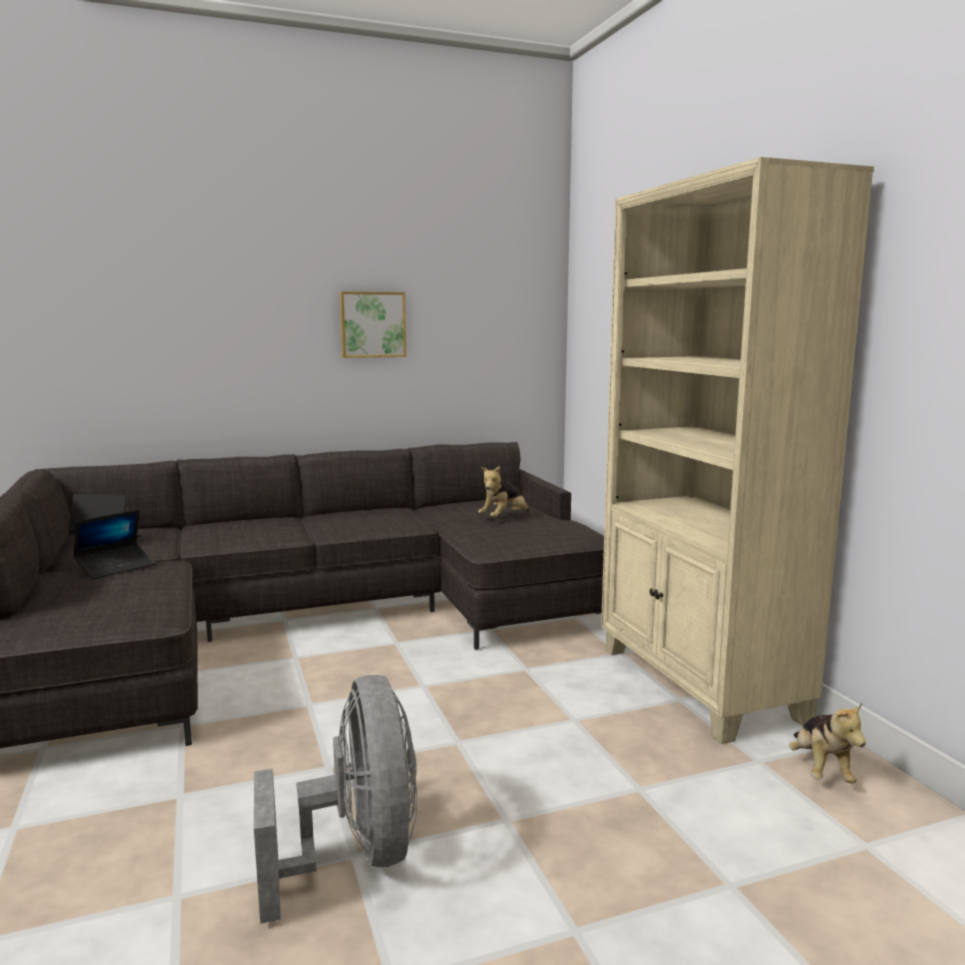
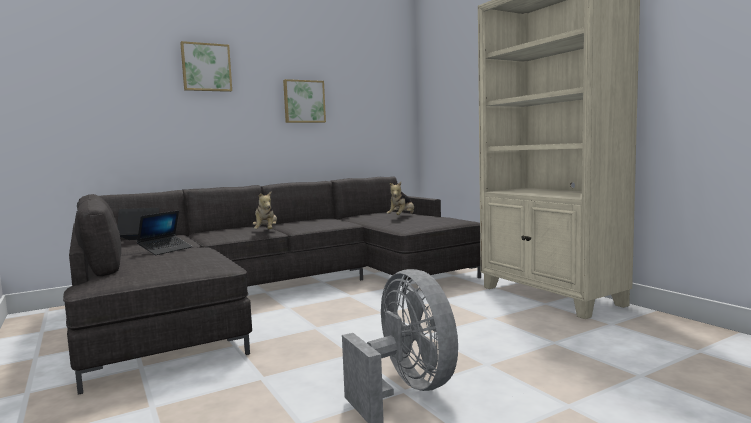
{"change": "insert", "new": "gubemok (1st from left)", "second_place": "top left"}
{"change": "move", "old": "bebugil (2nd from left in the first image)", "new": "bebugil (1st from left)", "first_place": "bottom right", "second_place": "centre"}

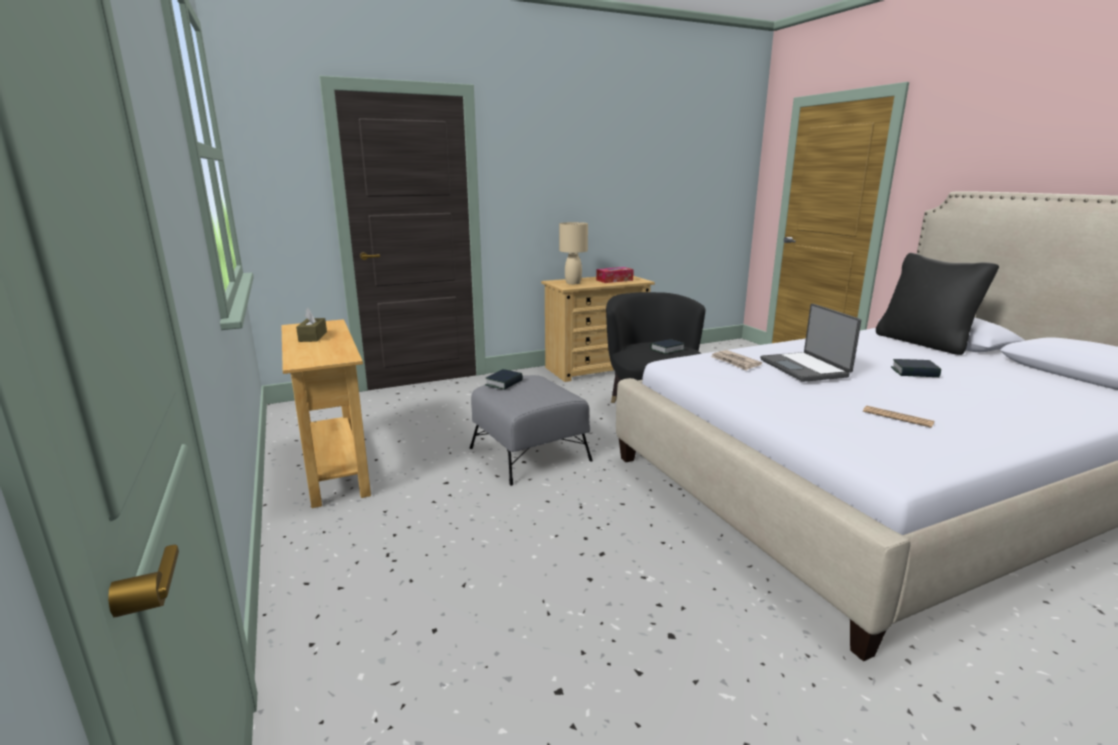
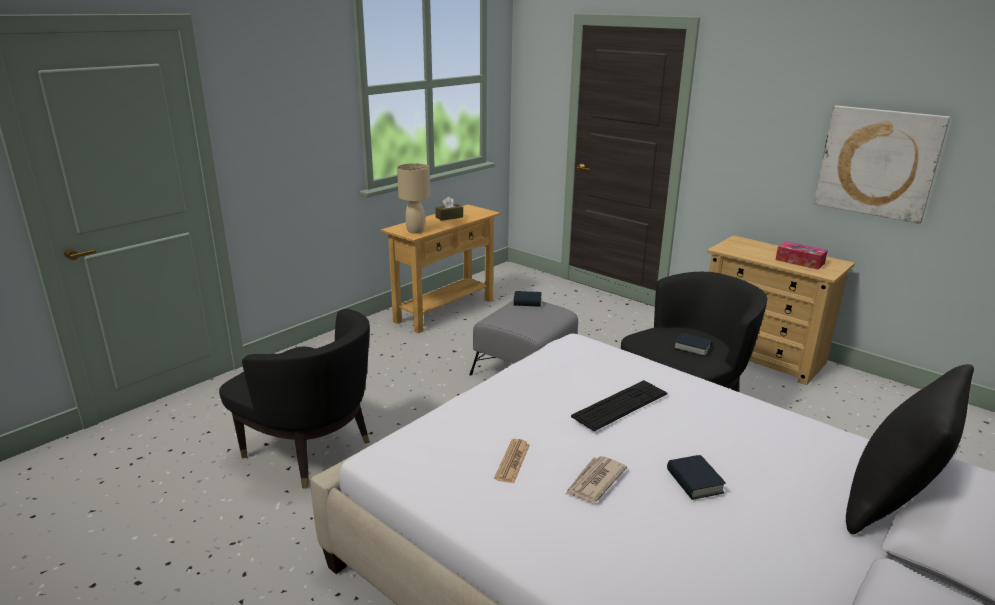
{"change": "insert", "new": "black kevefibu (1st from left)", "second_place": "middle left"}
{"change": "move", "old": "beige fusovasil", "first_place": "centre", "second_place": "top centre"}
{"change": "move", "old": "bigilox (1st from left in the first image)", "new": "bigilox (2nd from left)", "first_place": "centre", "second_place": "bottom centre"}
{"change": "replace", "old": "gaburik", "new": "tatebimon", "first_place": "middle right", "second_place": "bottom centre"}
{"change": "insert", "new": "gubemok", "second_place": "top right"}

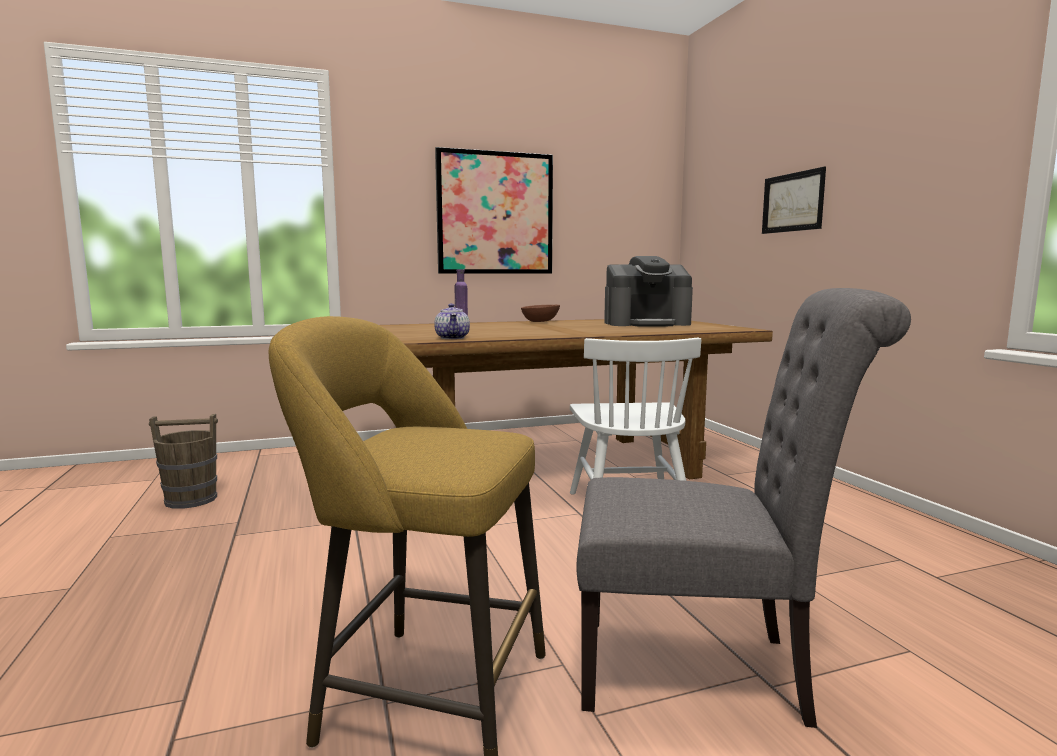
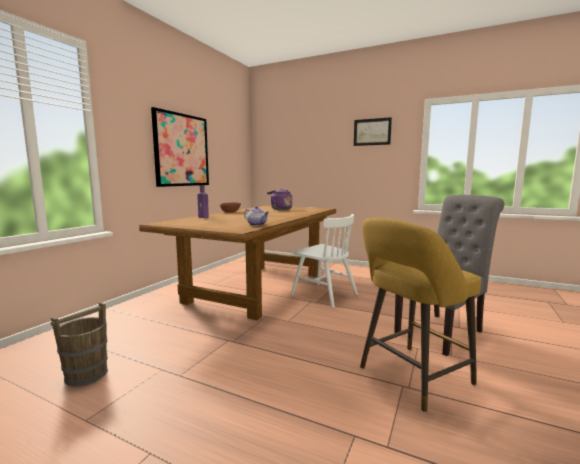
{"change": "replace", "old": "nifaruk", "new": "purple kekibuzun", "first_place": "centre", "second_place": "centre"}
{"change": "move", "old": "gubemok (2nd from left)", "first_place": "top right", "second_place": "top centre"}

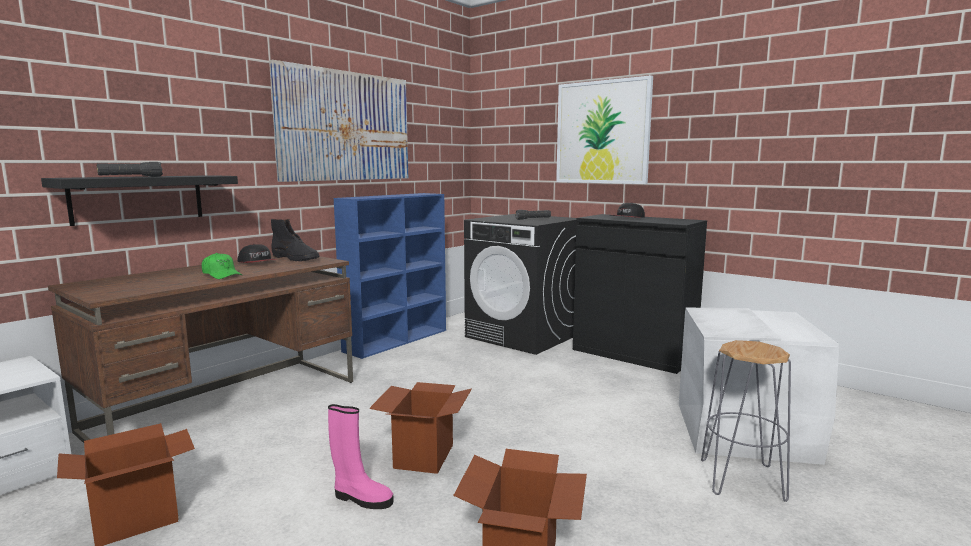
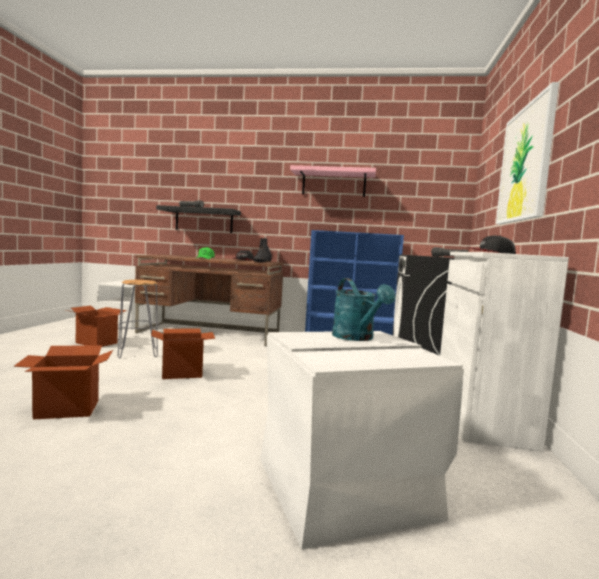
{"change": "move", "old": "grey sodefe", "first_place": "bottom right", "second_place": "middle left"}
{"change": "replace", "old": "gubemok (1st from left)", "new": "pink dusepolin", "first_place": "top centre", "second_place": "top centre"}
{"change": "insert", "new": "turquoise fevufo", "second_place": "centre"}
{"change": "recolor", "old": "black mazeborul", "new": "white mazeborul", "first_place": "centre", "second_place": "middle right"}
{"change": "delete", "old": "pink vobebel", "first_place": "bottom centre"}

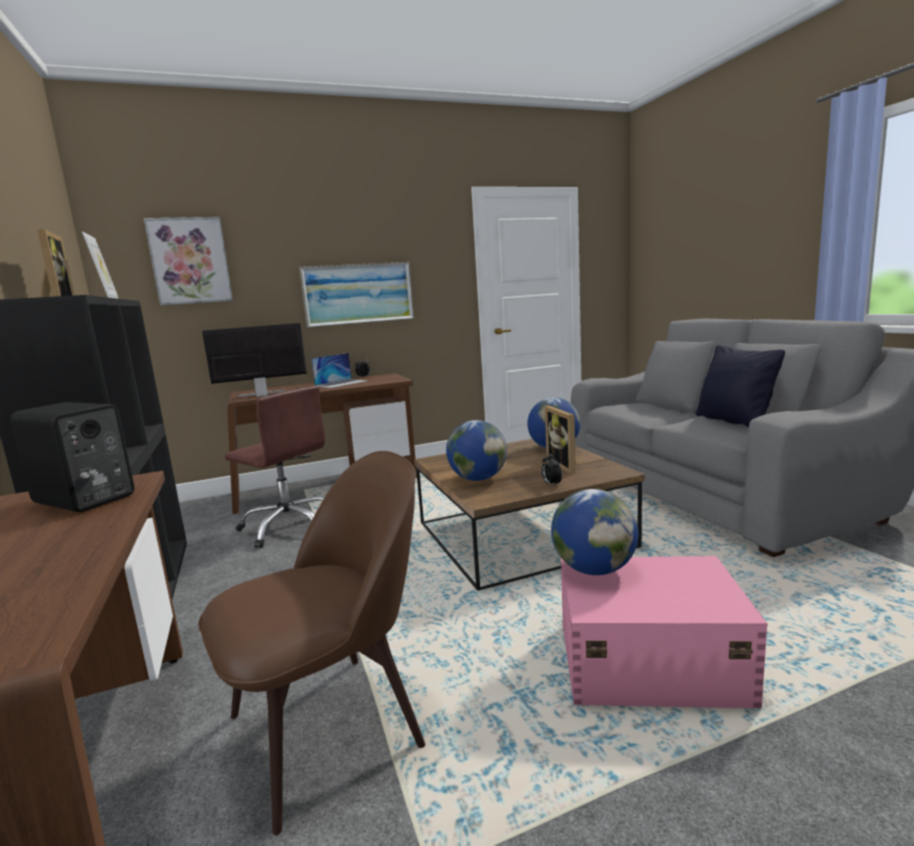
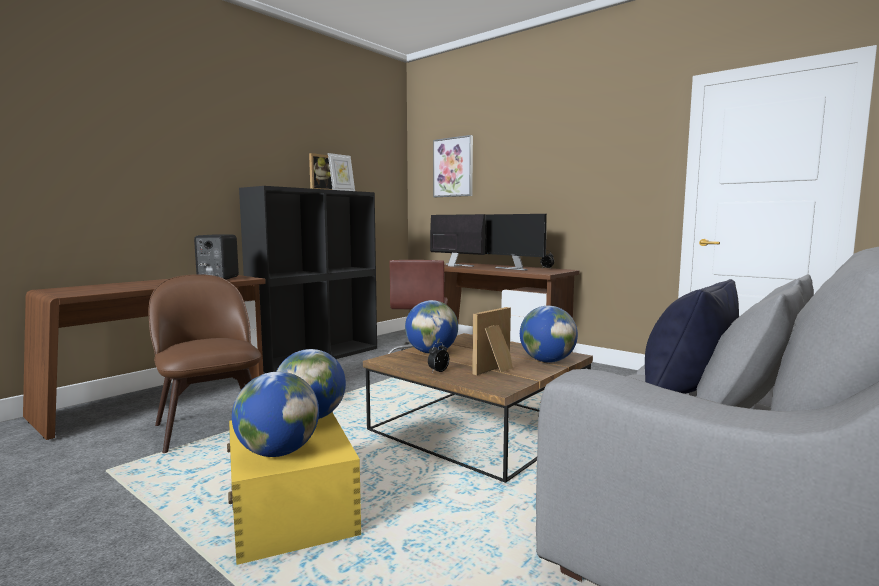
{"change": "rotate", "old": "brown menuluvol", "first_place": "bottom centre", "second_place": "middle left", "degrees": -150}
{"change": "recolor", "old": "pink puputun", "new": "yellow puputun", "first_place": "bottom right", "second_place": "bottom centre"}
{"change": "insert", "new": "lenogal (1st from left)", "second_place": "bottom left"}
{"change": "replace", "old": "gaburik", "new": "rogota (2nd from left)", "first_place": "centre", "second_place": "centre"}
{"change": "delete", "old": "gubemok (2nd from left)", "first_place": "centre"}

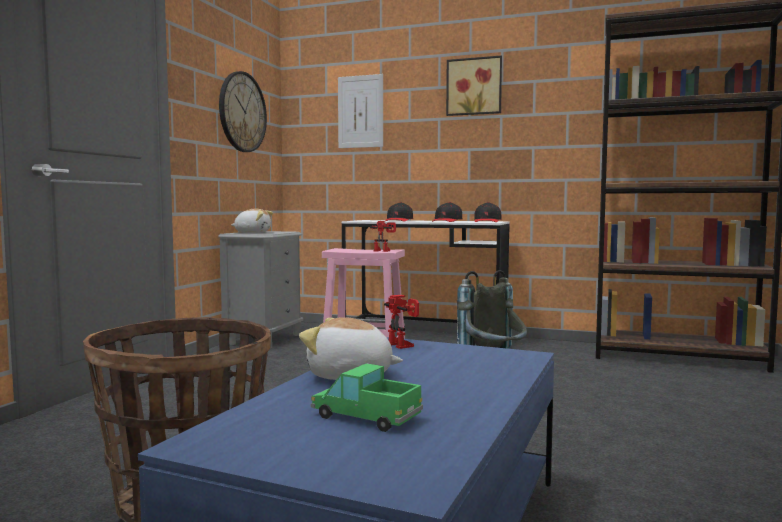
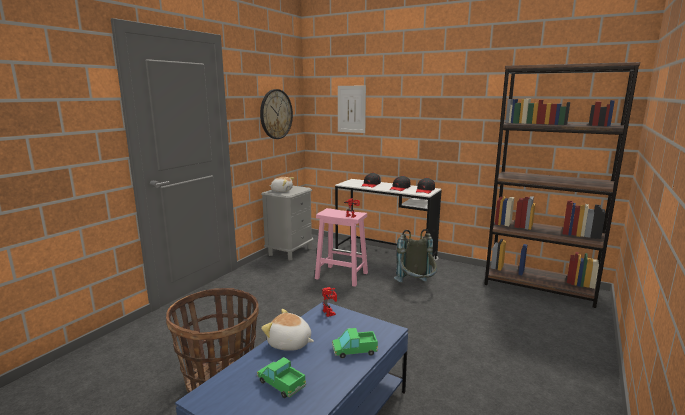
{"change": "insert", "new": "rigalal (2nd from left)", "second_place": "bottom centre"}
{"change": "delete", "old": "gubemok (2nd from left)", "first_place": "top centre"}

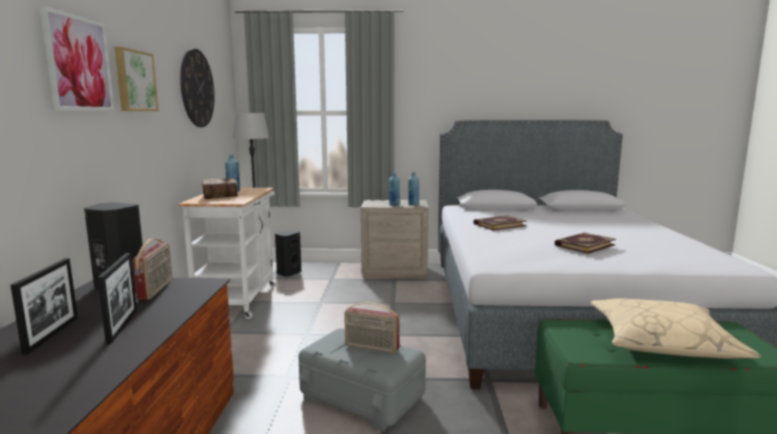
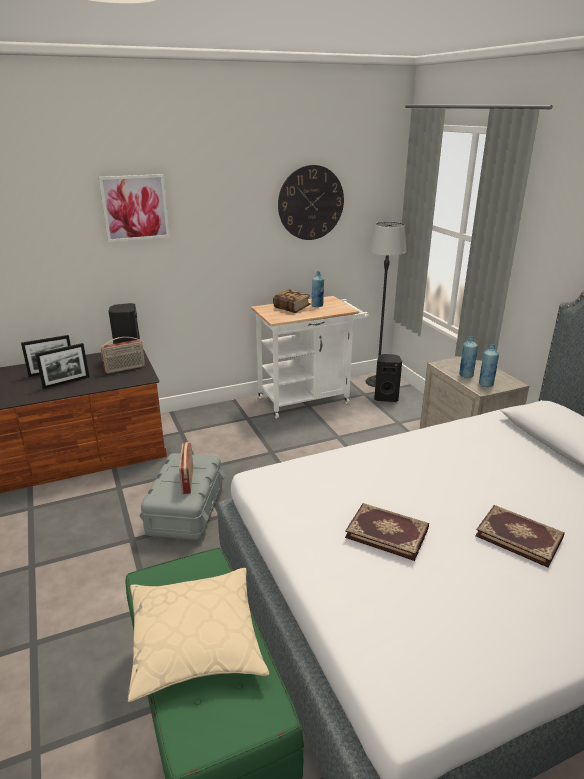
{"change": "move", "old": "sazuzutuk (2nd from left in the first image)", "new": "sazuzutuk (3rd from left)", "first_place": "centre", "second_place": "bottom right"}
{"change": "delete", "old": "gubemok (2nd from left)", "first_place": "top left"}

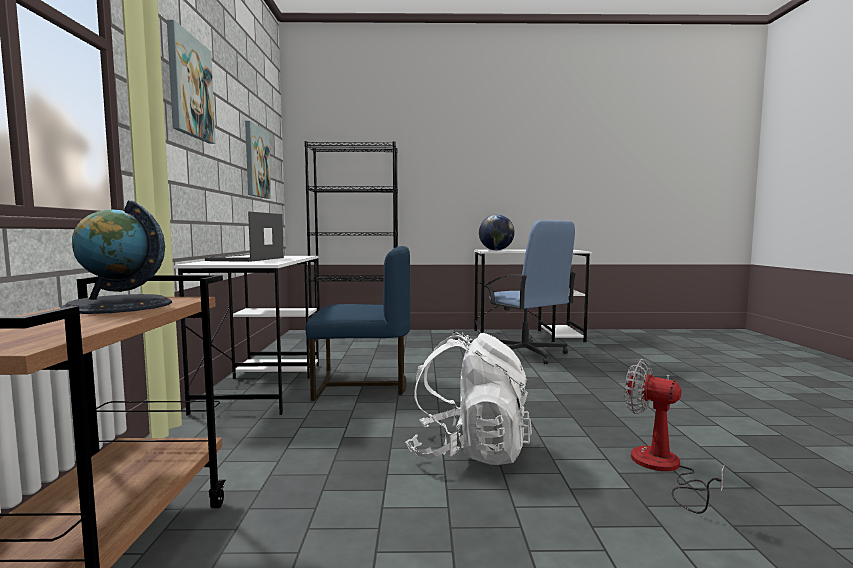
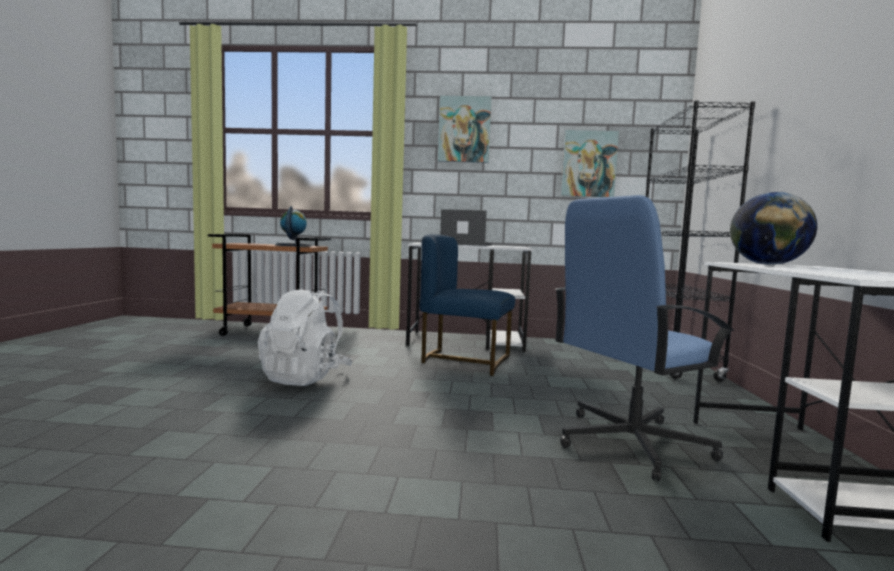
{"change": "rotate", "old": "blue menuluvol", "first_place": "centre", "second_place": "centre", "degrees": 105}
{"change": "delete", "old": "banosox", "first_place": "bottom right"}

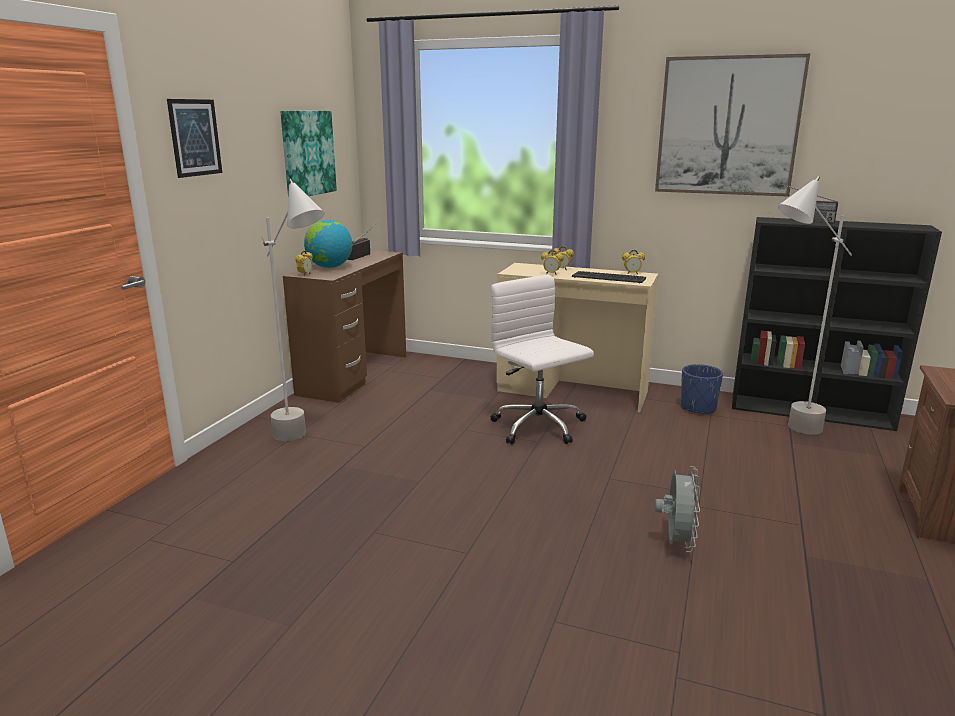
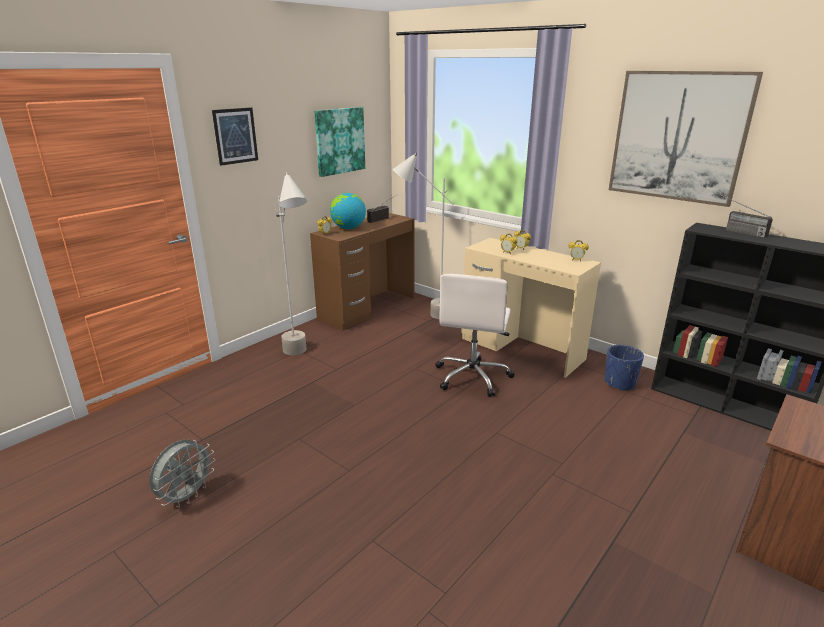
{"change": "move", "old": "grey banosox", "first_place": "bottom right", "second_place": "bottom left"}
{"change": "move", "old": "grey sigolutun (2nd from left)", "first_place": "middle right", "second_place": "centre"}
{"change": "rotate", "old": "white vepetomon", "first_place": "centre", "second_place": "centre", "degrees": -150}
{"change": "delete", "old": "tatebimon", "first_place": "centre"}

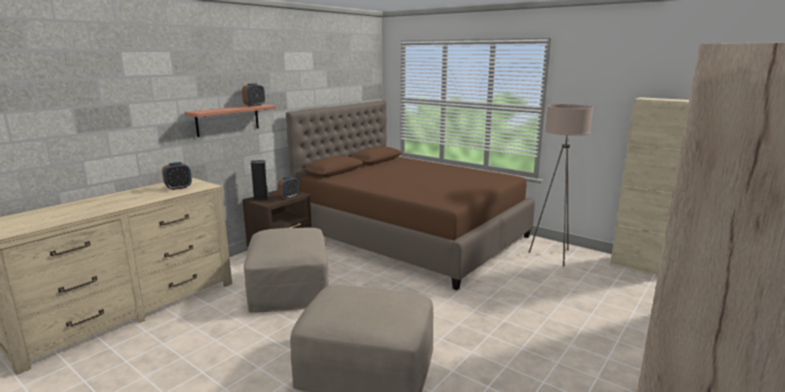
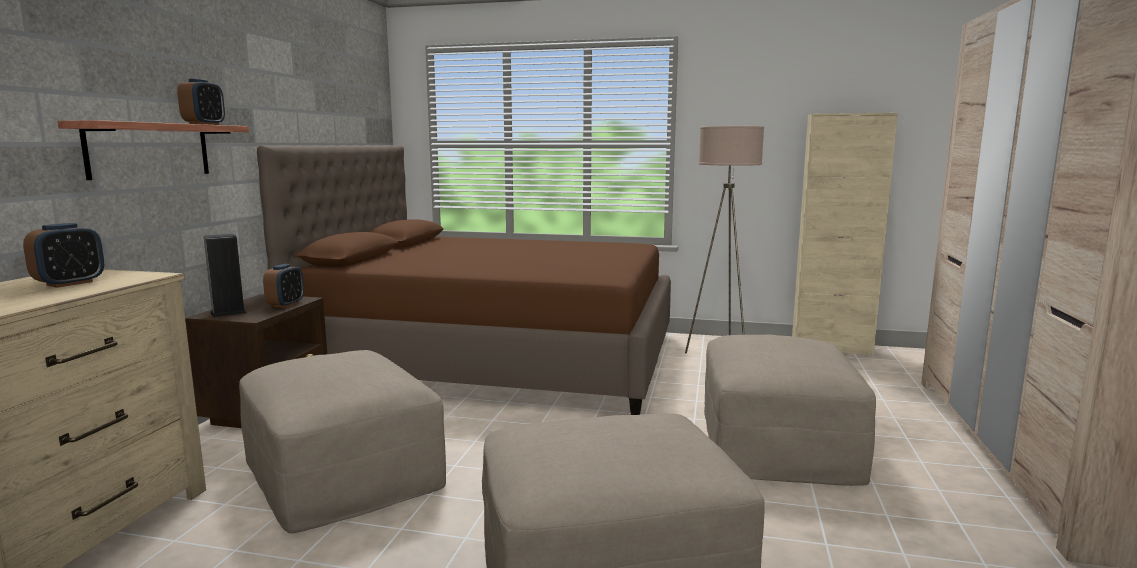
{"change": "insert", "new": "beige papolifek (3rd from left)", "second_place": "bottom right"}

